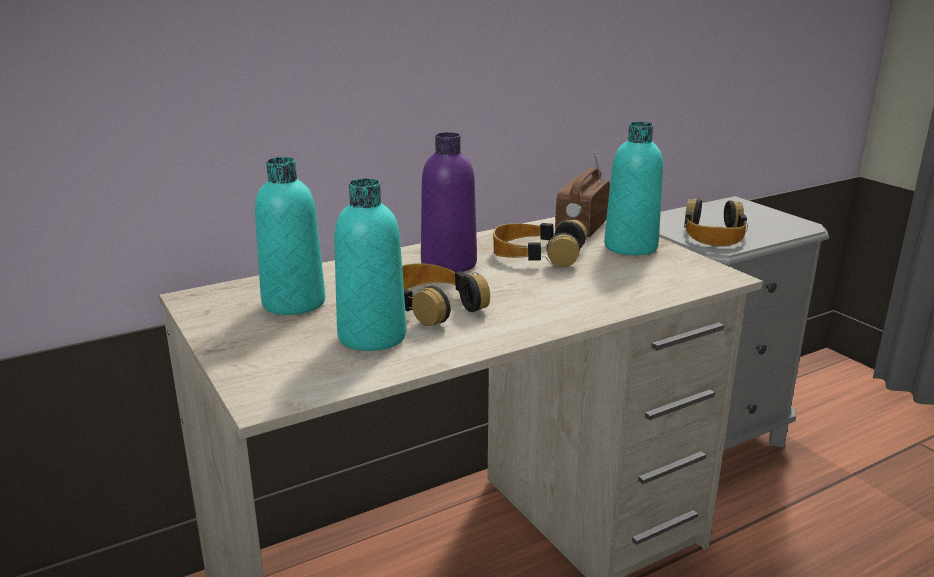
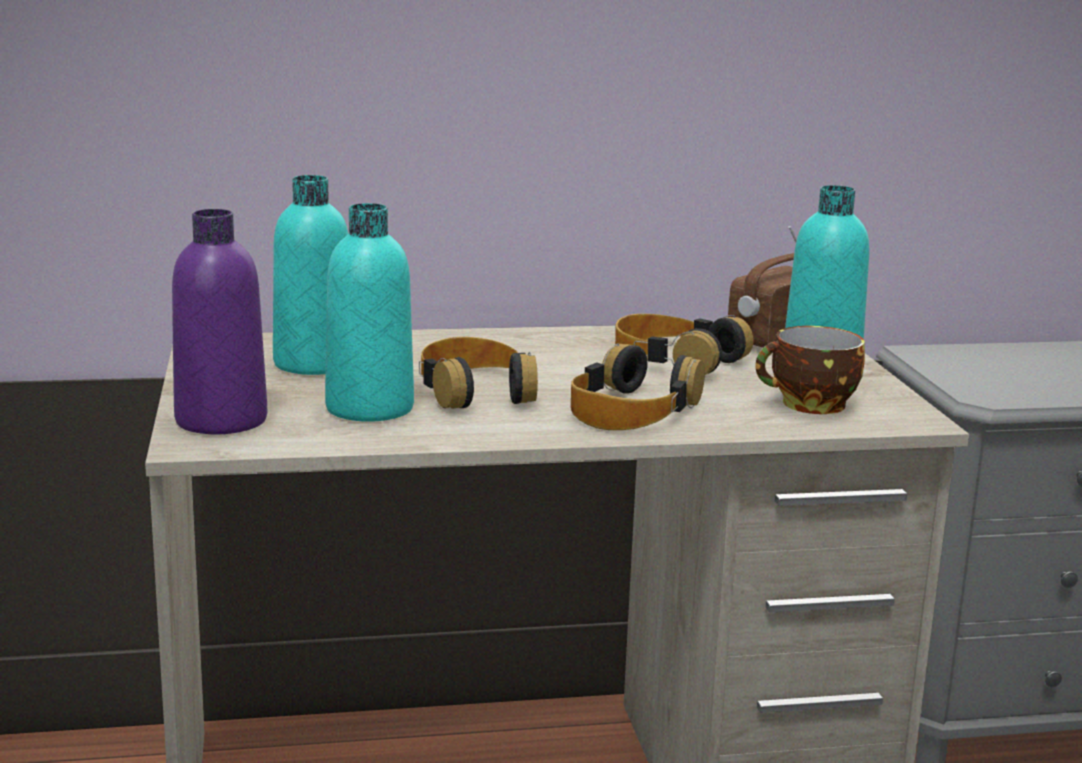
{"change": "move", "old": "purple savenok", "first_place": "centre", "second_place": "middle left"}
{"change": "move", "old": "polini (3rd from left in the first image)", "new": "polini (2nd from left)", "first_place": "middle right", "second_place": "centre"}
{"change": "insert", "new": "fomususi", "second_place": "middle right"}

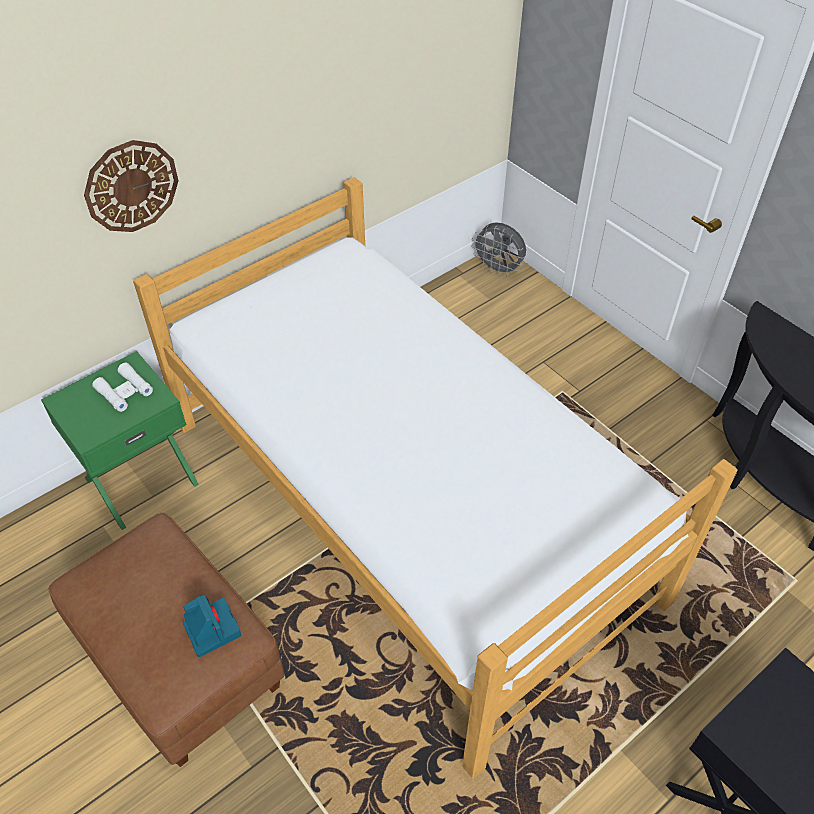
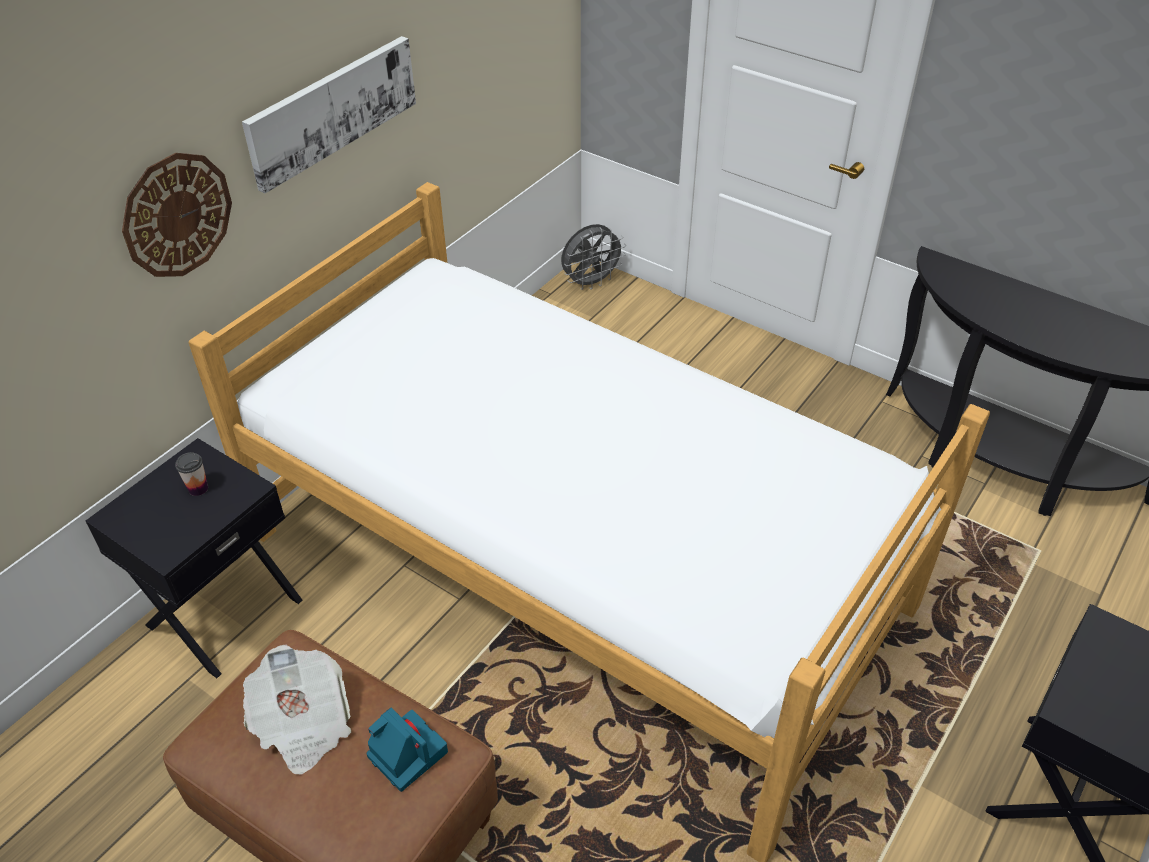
{"change": "recolor", "old": "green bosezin", "new": "black bosezin (1st from left)", "first_place": "middle left", "second_place": "middle left"}
{"change": "replace", "old": "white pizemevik", "new": "fomususi", "first_place": "middle left", "second_place": "middle left"}
{"change": "insert", "new": "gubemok", "second_place": "top left"}
{"change": "insert", "new": "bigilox", "second_place": "bottom left"}
{"change": "rotate", "old": "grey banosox", "first_place": "top centre", "second_place": "top centre", "degrees": -45}

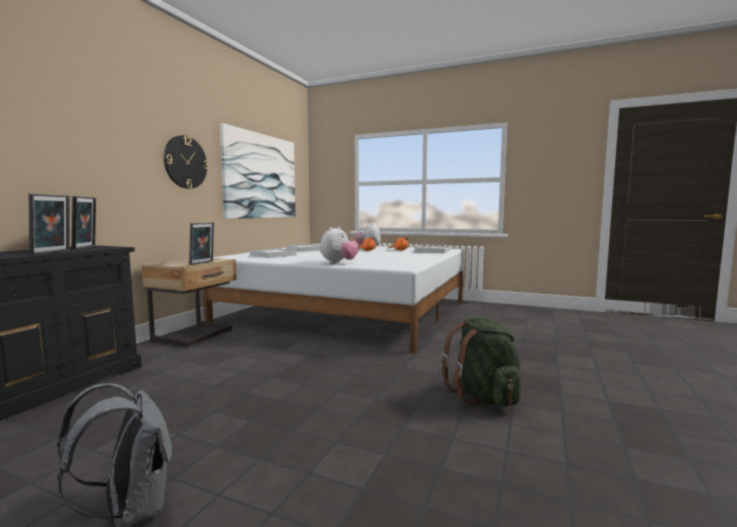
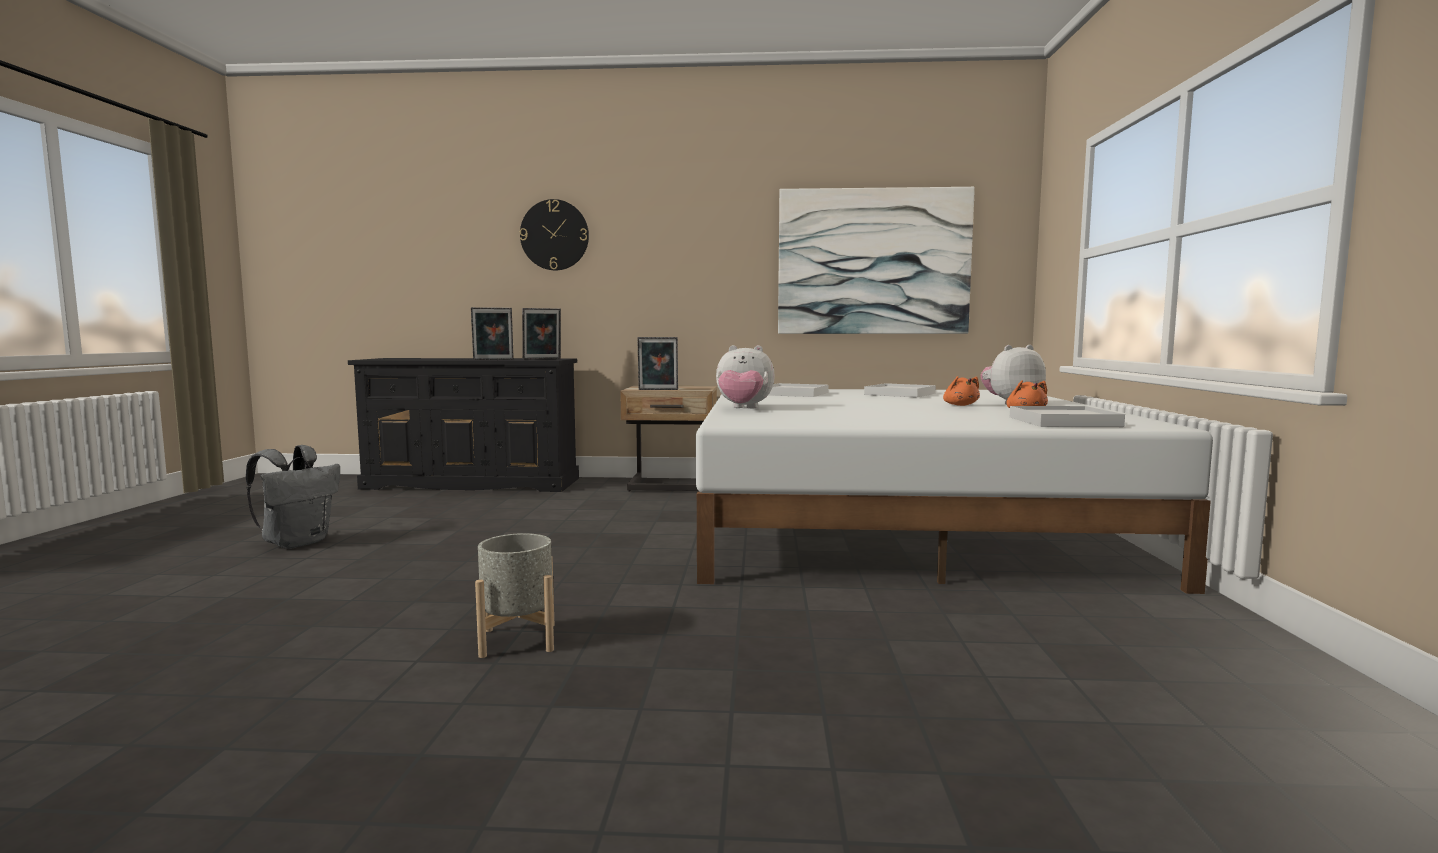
{"change": "replace", "old": "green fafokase", "new": "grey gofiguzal", "first_place": "bottom centre", "second_place": "bottom centre"}
{"change": "move", "old": "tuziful", "first_place": "top left", "second_place": "top centre"}

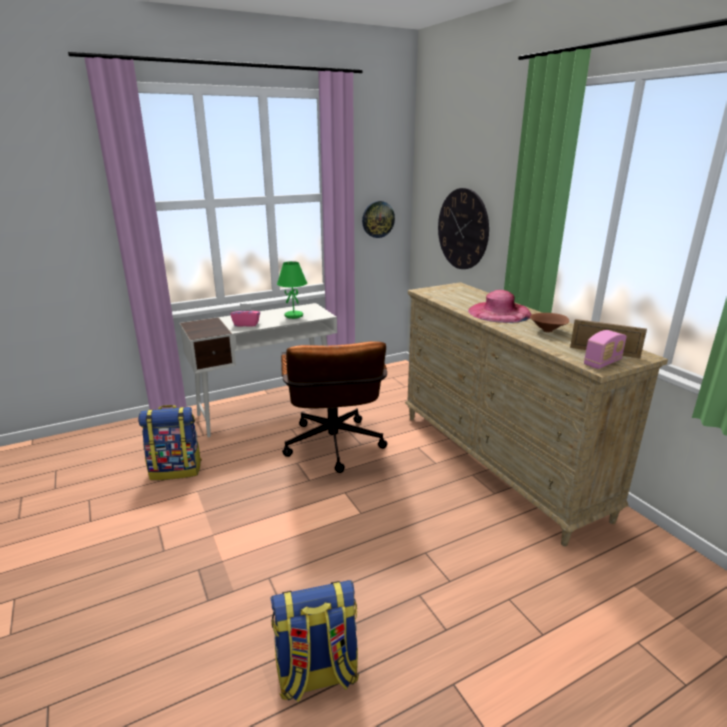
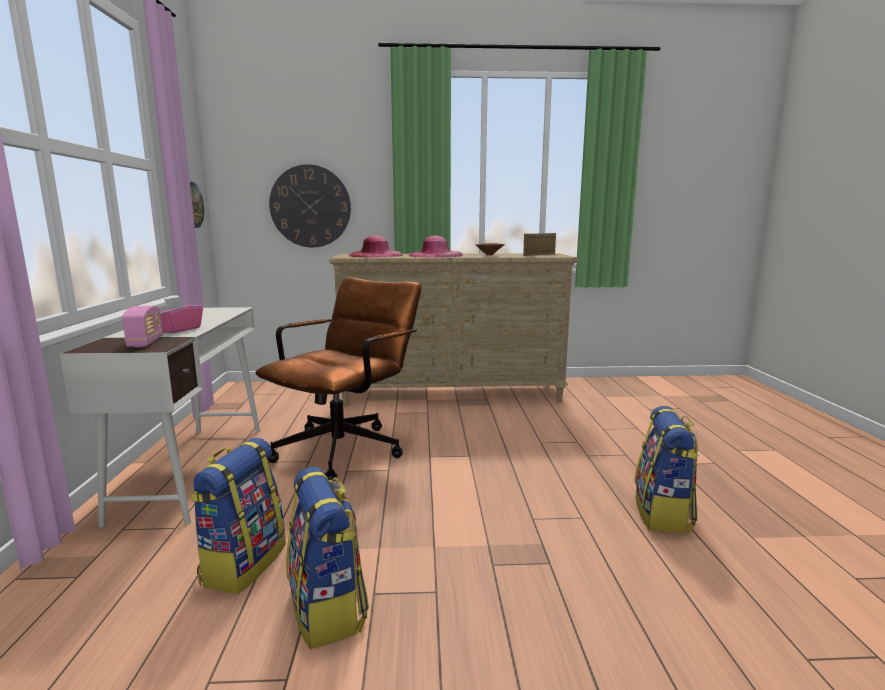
{"change": "move", "old": "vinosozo", "first_place": "middle right", "second_place": "middle left"}
{"change": "rotate", "old": "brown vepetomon", "first_place": "centre", "second_place": "centre", "degrees": -75}
{"change": "insert", "new": "fafokase (2nd from left)", "second_place": "bottom centre"}
{"change": "insert", "new": "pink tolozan (1st from left)", "second_place": "centre"}
{"change": "delete", "old": "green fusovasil", "first_place": "centre"}

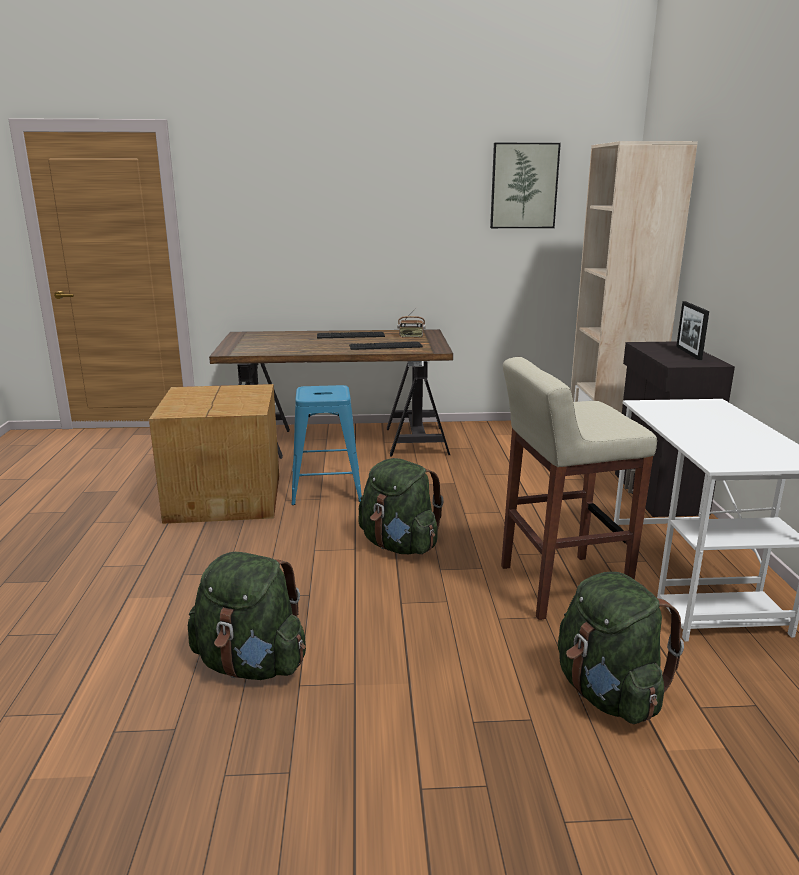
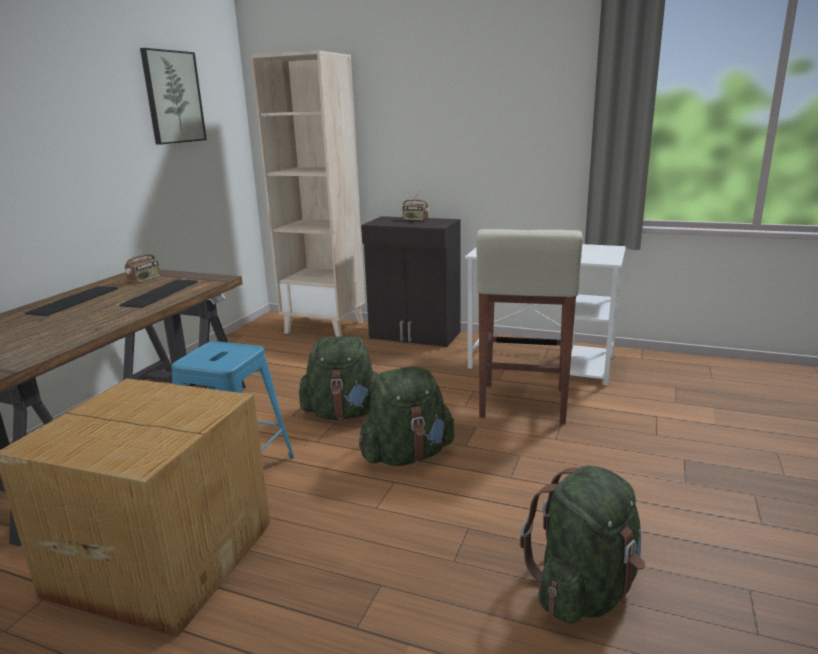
{"change": "move", "old": "green fafokase (3rd from left in the first image)", "new": "green fafokase (1st from left)", "first_place": "bottom right", "second_place": "centre"}
{"change": "replace", "old": "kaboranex", "new": "vinosozo (2nd from left)", "first_place": "middle right", "second_place": "top centre"}

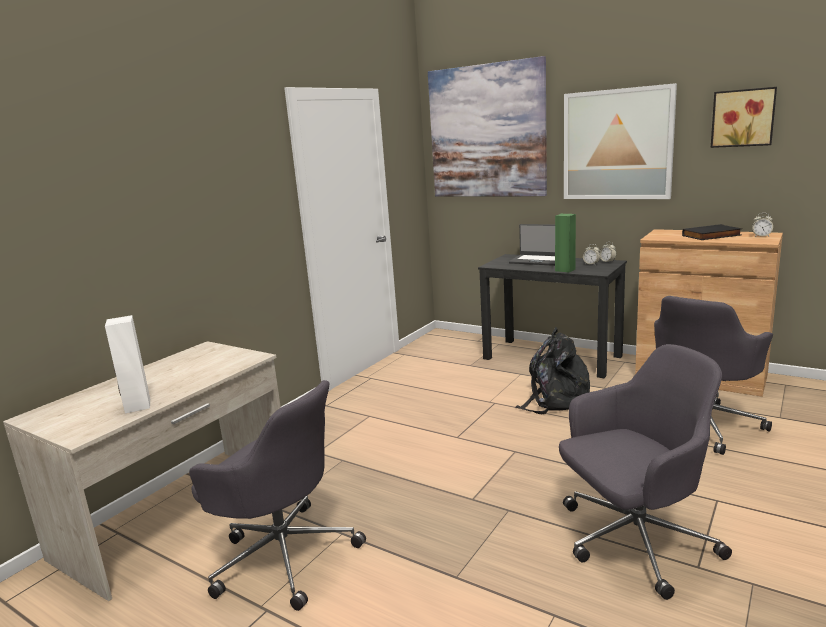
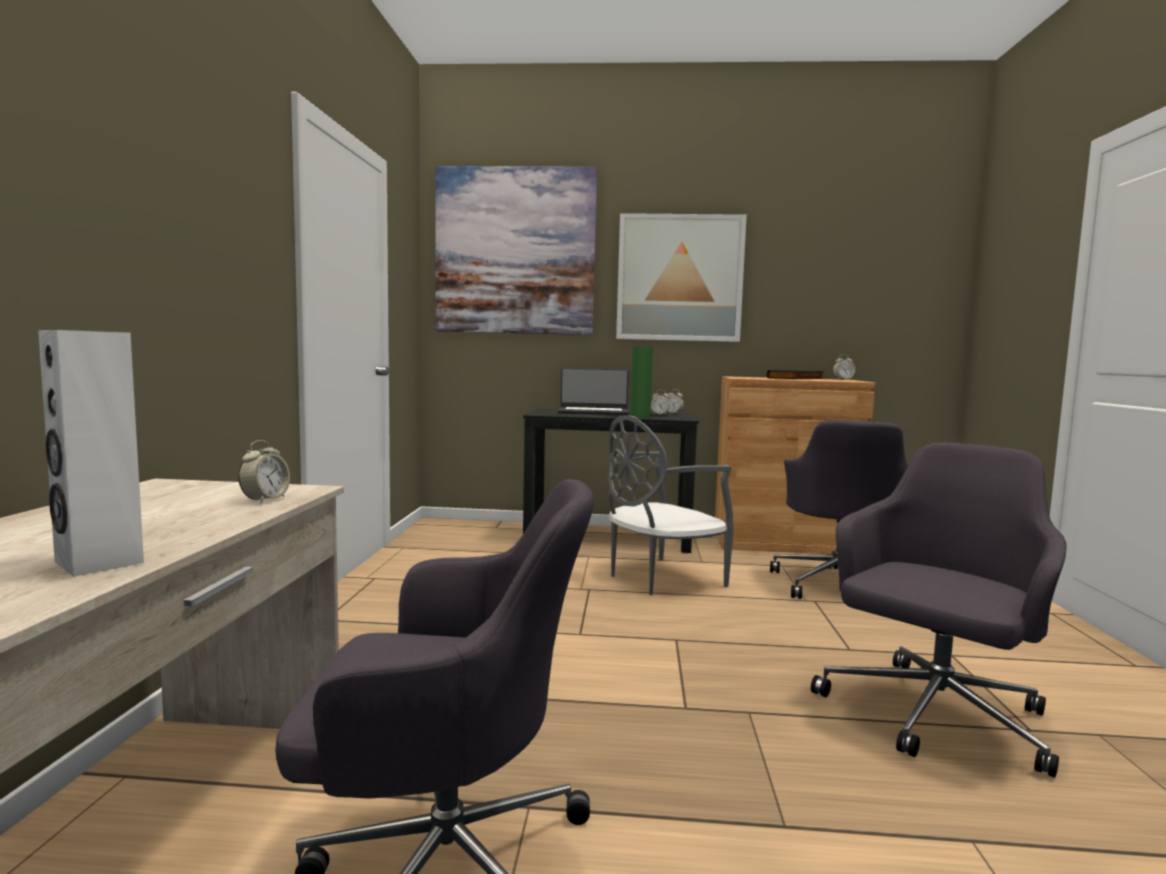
{"change": "insert", "new": "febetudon (1st from left)", "second_place": "middle left"}
{"change": "replace", "old": "black fafokase", "new": "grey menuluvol", "first_place": "middle right", "second_place": "centre"}
{"change": "delete", "old": "gubemok (3rd from left)", "first_place": "top right"}

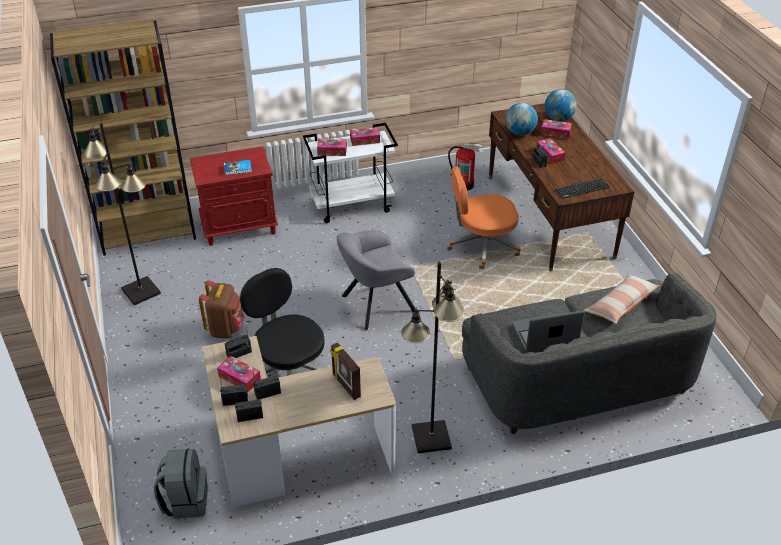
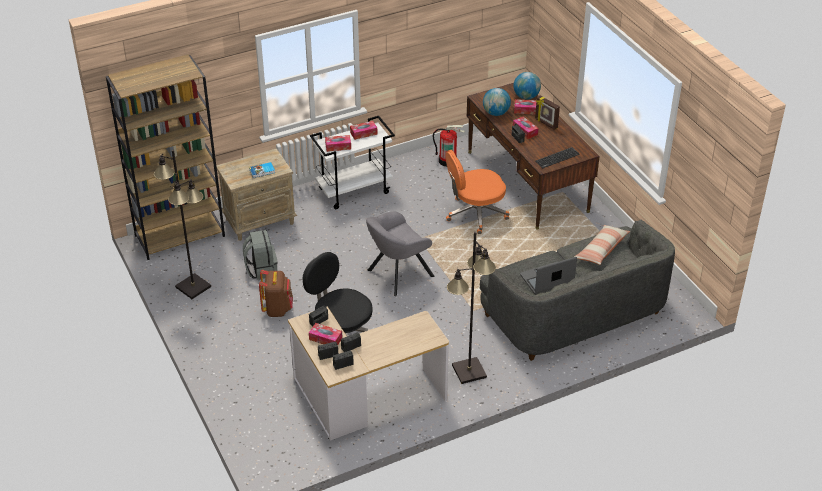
{"change": "recolor", "old": "red bosezin", "new": "beige bosezin", "first_place": "middle left", "second_place": "middle left"}
{"change": "move", "old": "grey fafokase", "first_place": "bottom left", "second_place": "middle left"}
{"change": "move", "old": "kaboranex", "first_place": "bottom centre", "second_place": "top centre"}

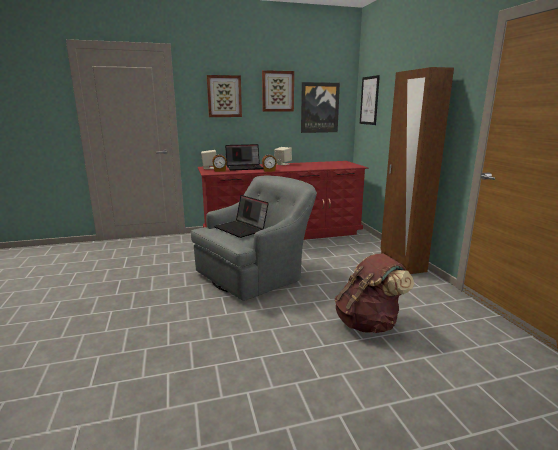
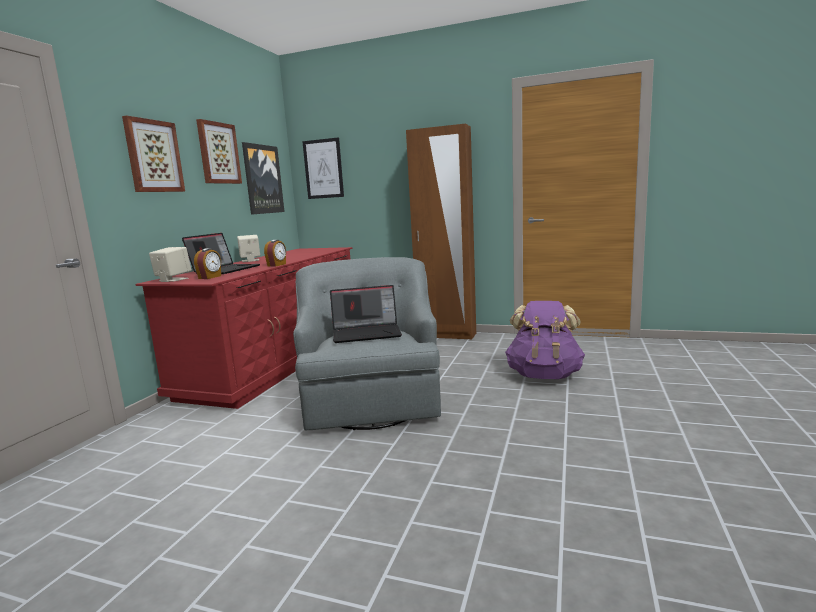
{"change": "recolor", "old": "brown fafokase", "new": "purple fafokase", "first_place": "middle right", "second_place": "middle right"}

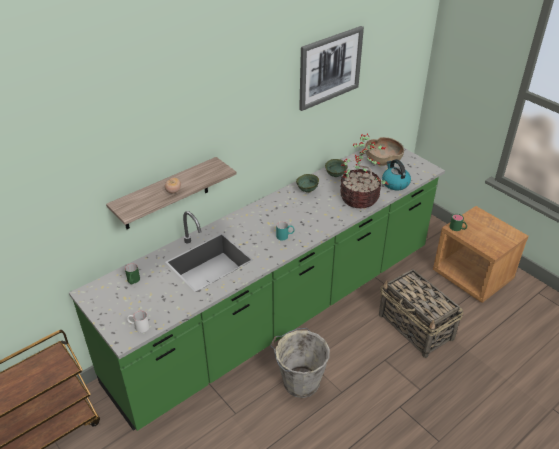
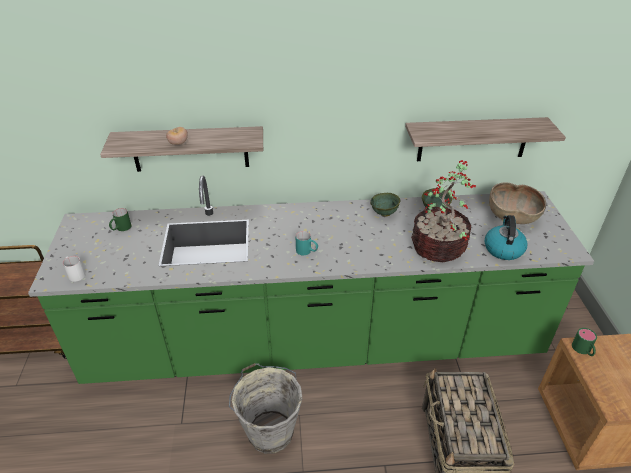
{"change": "insert", "new": "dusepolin (2nd from left)", "second_place": "top right"}
{"change": "delete", "old": "gubemok", "first_place": "top centre"}

